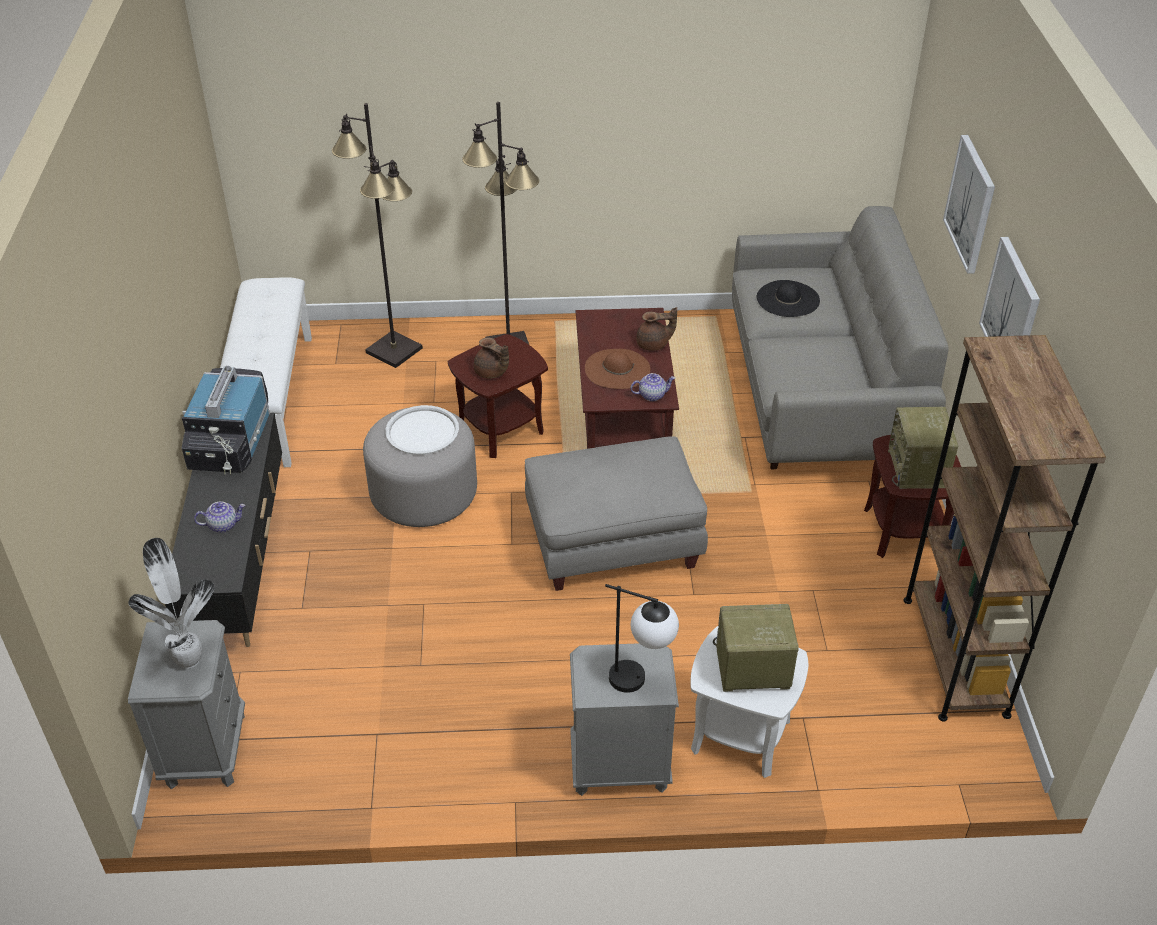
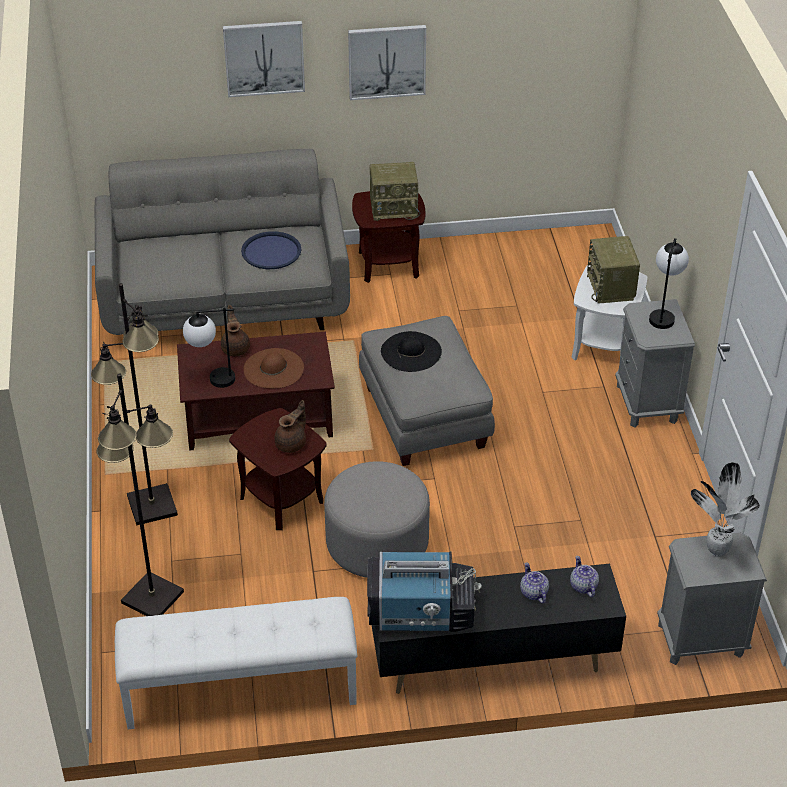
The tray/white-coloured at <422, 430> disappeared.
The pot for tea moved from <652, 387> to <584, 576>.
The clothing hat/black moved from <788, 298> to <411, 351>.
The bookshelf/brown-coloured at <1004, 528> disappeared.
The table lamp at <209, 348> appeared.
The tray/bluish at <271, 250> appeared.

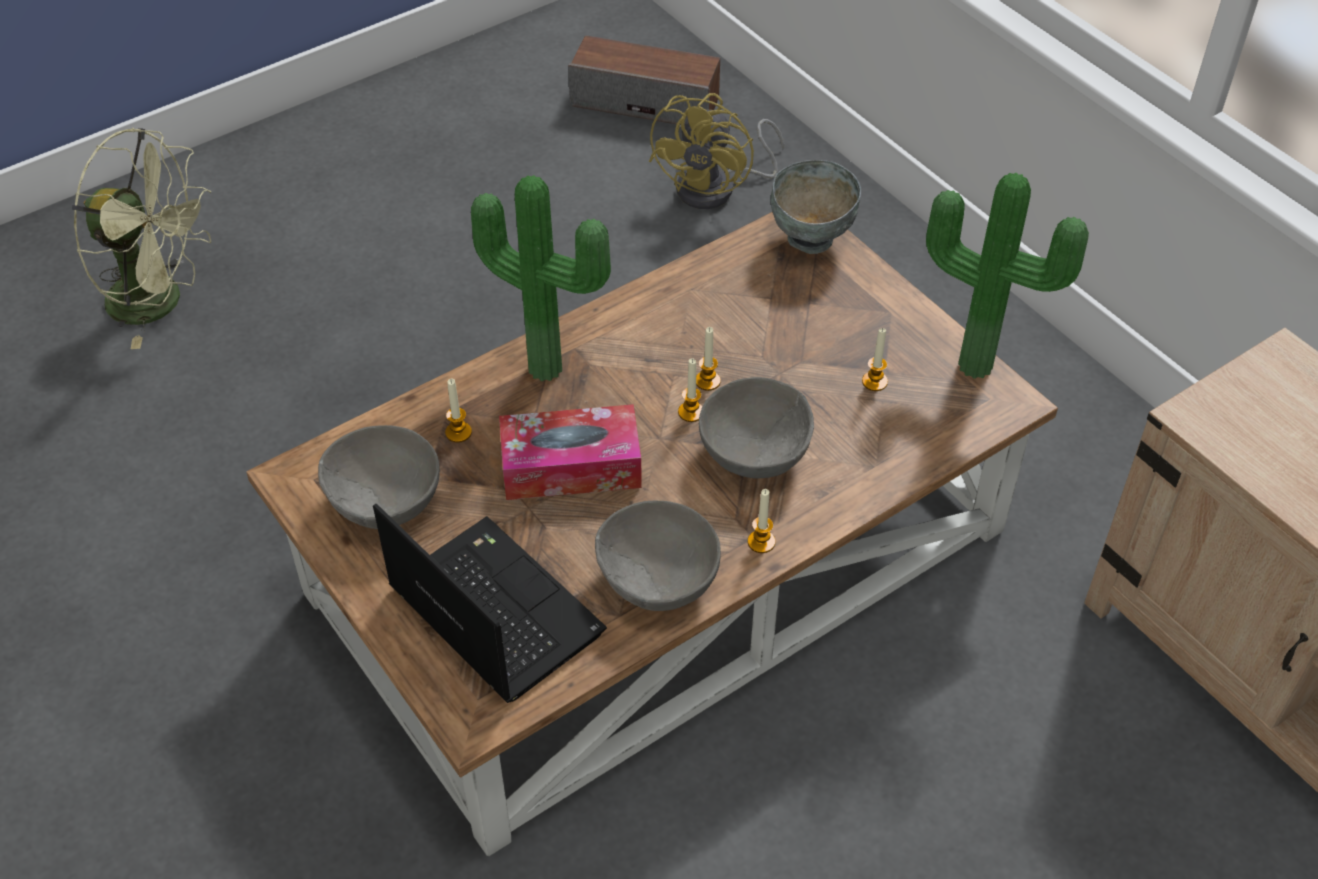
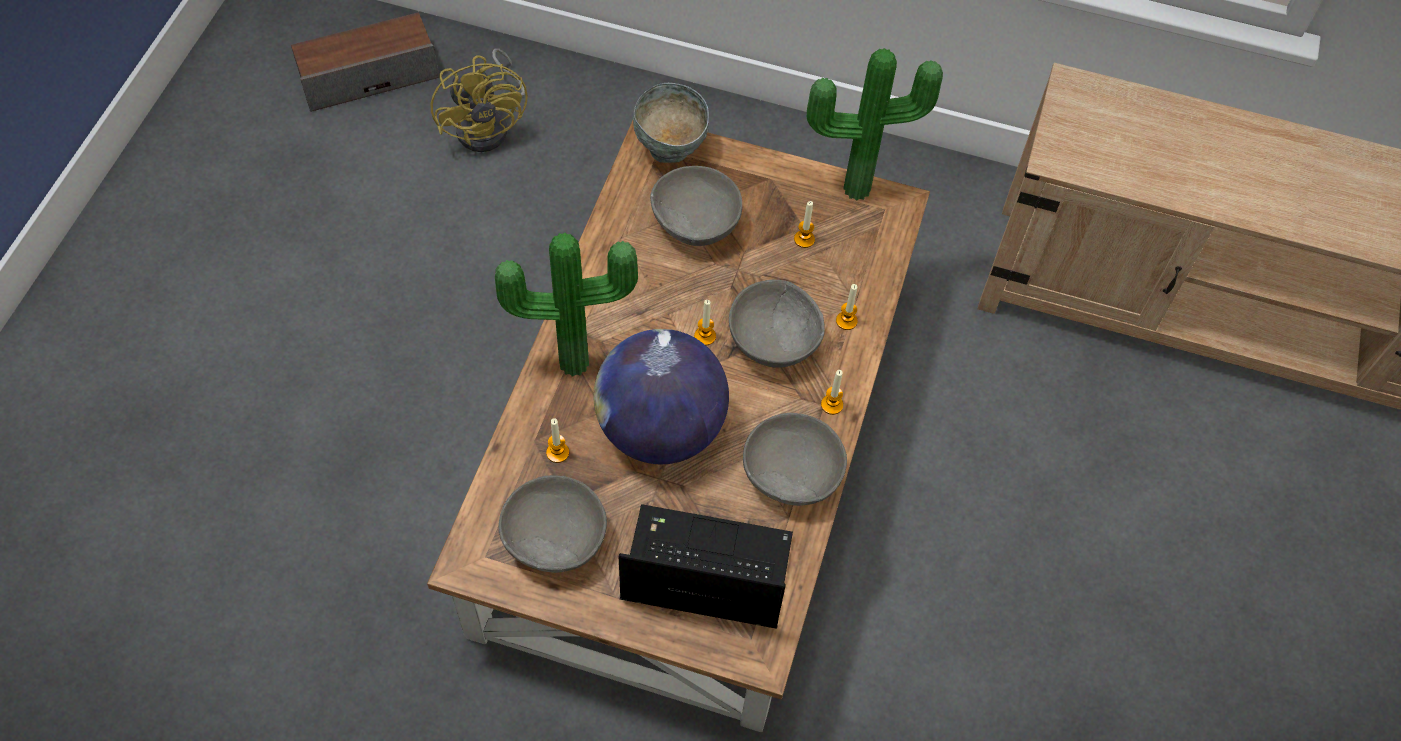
The electric fan/green-coloured at <141, 238> disappeared.
The tissue box at <570, 452> was replaced by the globe at <661, 396>.
The candle moved from <708, 359> to <847, 307>.
The serving bowl/greyish at <696, 206> appeared.

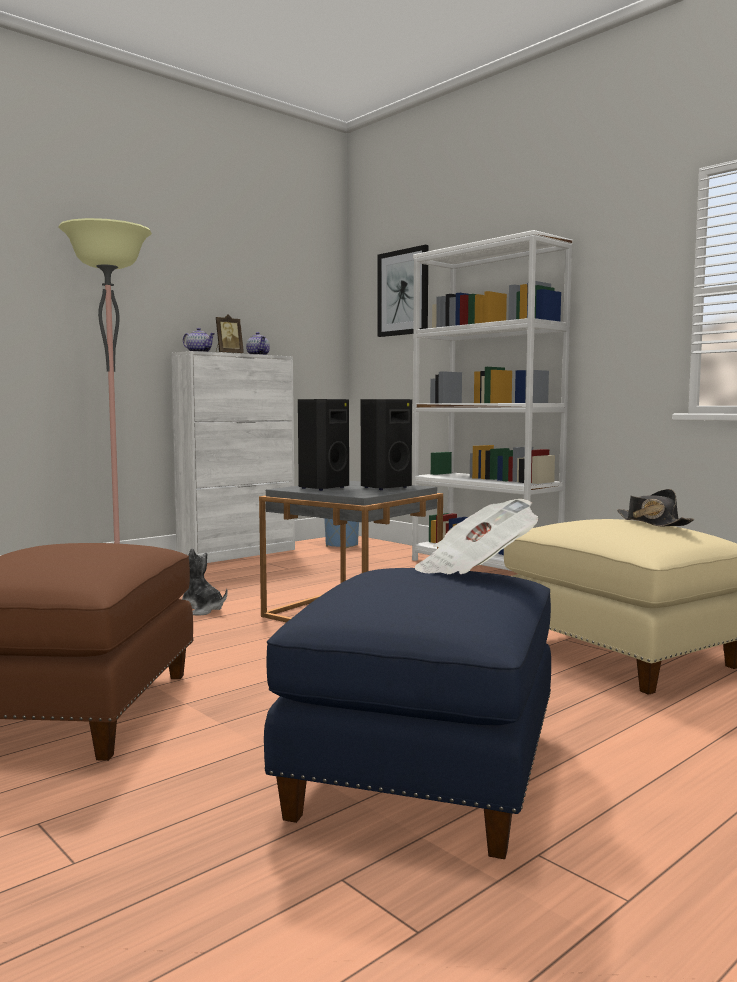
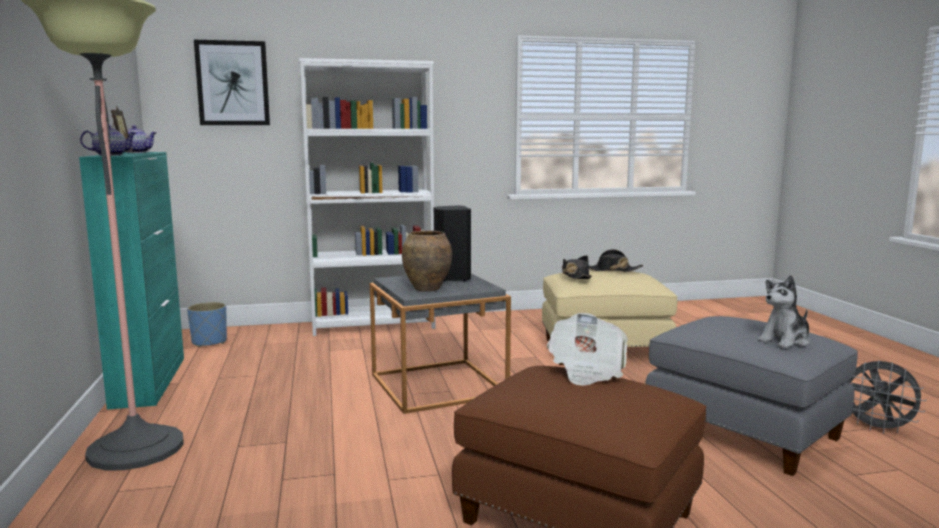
The cabinet/white-coloured at <233, 457> became the cabinet/turquoise-coloured at <131, 281>.
The plush toy moved from <205, 582> to <784, 311>.
The ottoman/bluish at <407, 713> became the ottoman/greyish at <751, 396>.
The audio speaker/black at <323, 445> was replaced by the vase/brown-coloured at <427, 261>.
The daily paper moved from <476, 536> to <587, 349>.
The clothing hat/black at <577, 267> appeared.
The electric fan/greyish at <887, 397> appeared.

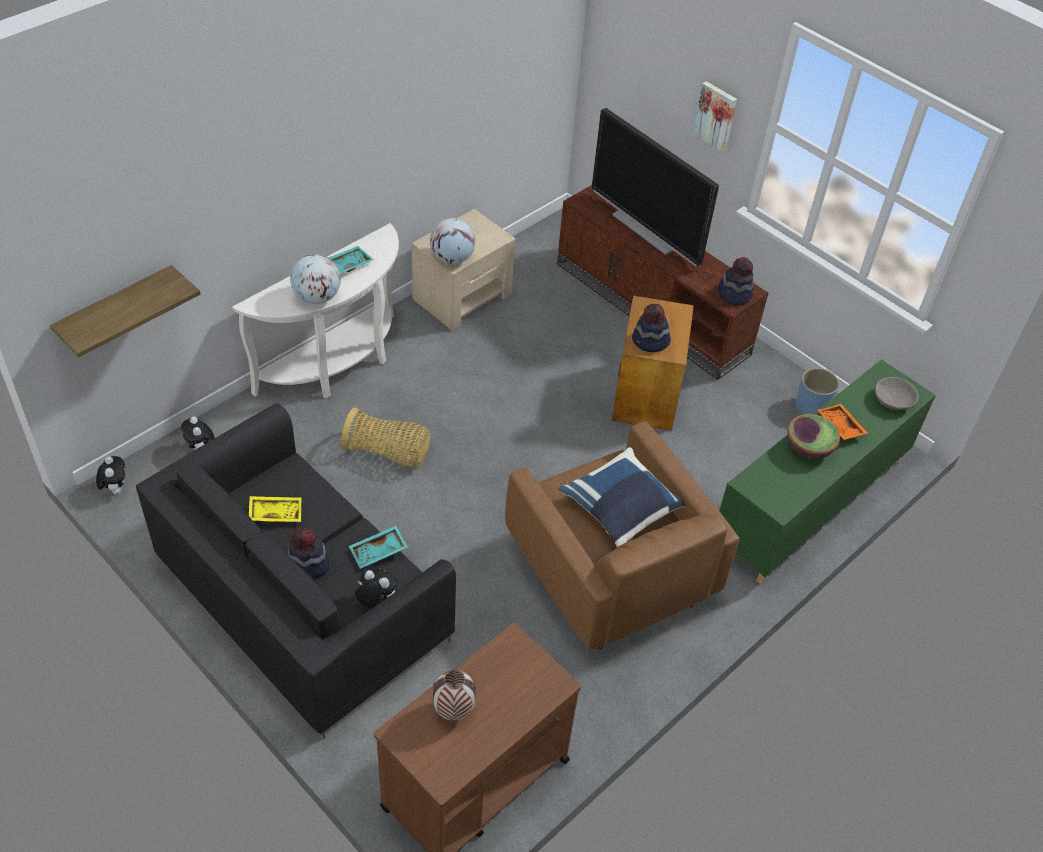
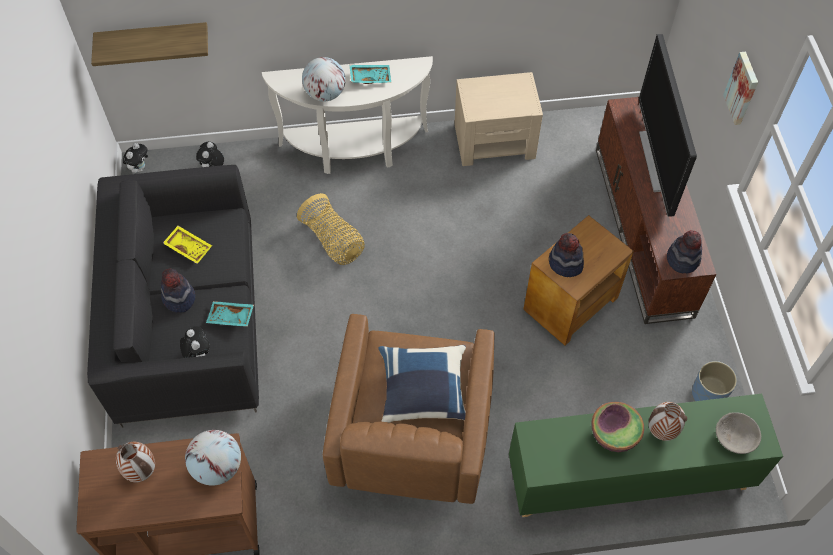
The globe moved from <452, 241> to <213, 458>.
The tray/orangey at <843, 422> was replaced by the vase at <667, 421>.

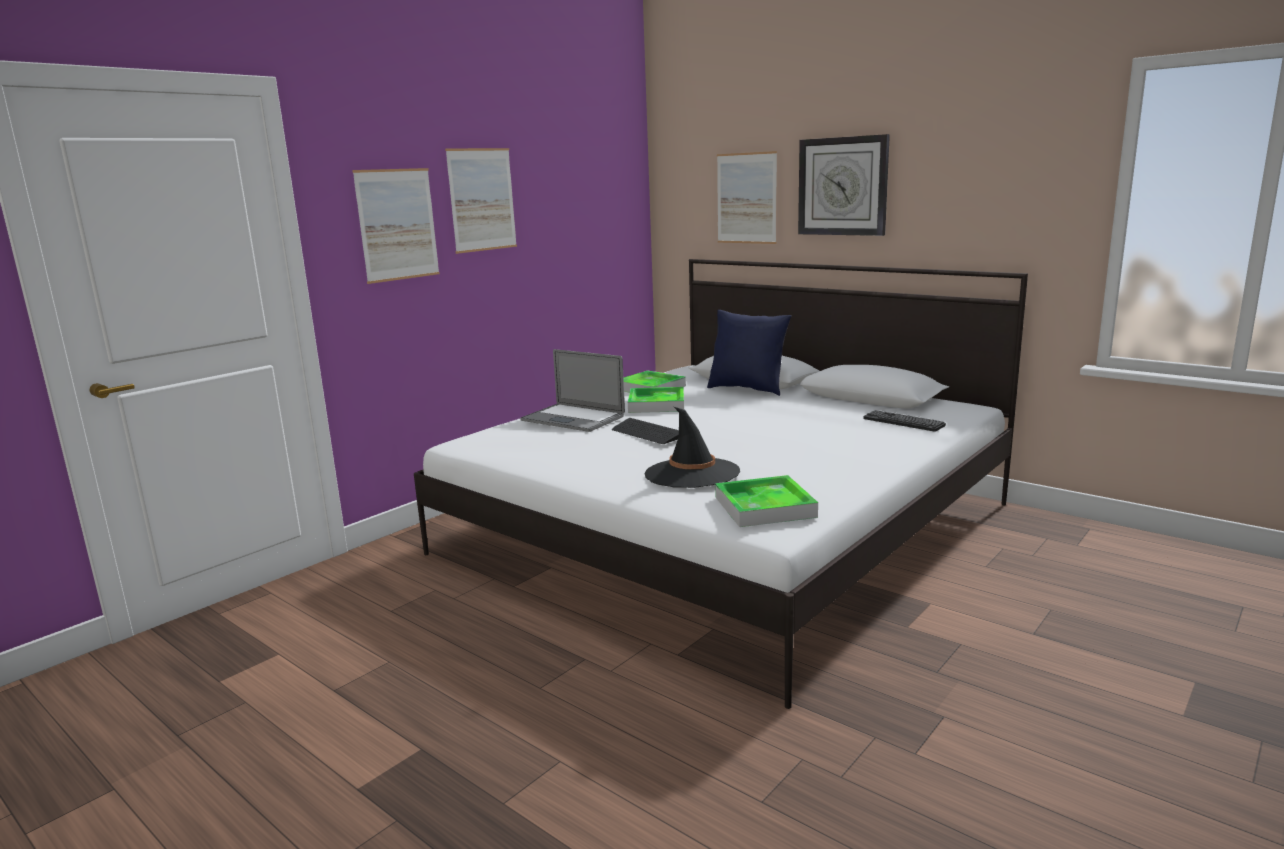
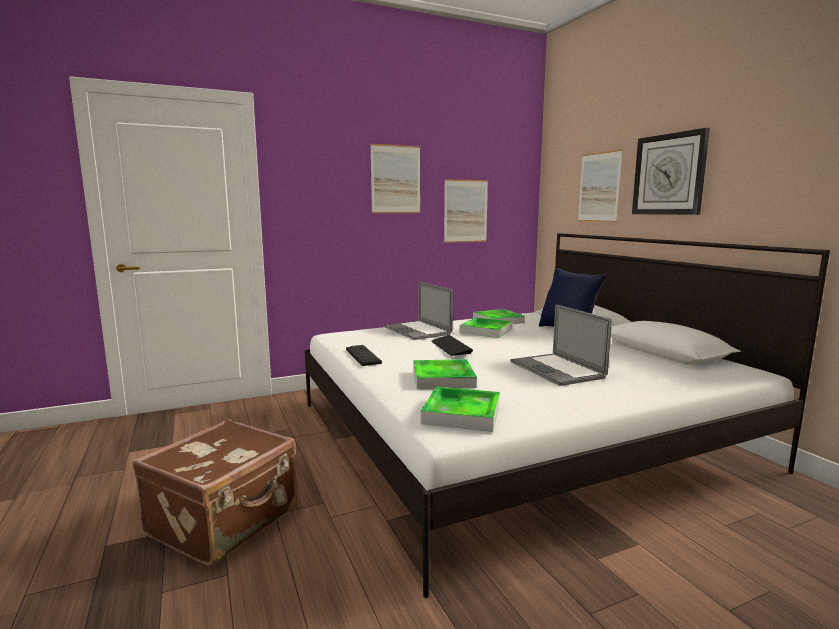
The picture moved from <396, 226> to <466, 211>.
The clothing hat/black at <692, 447> was replaced by the tray at <445, 374>.
The PC keyboard moved from <904, 421> to <364, 355>.
The travel case/brown-coloured at <215, 492> appeared.
The notebook computer at <561, 345> appeared.

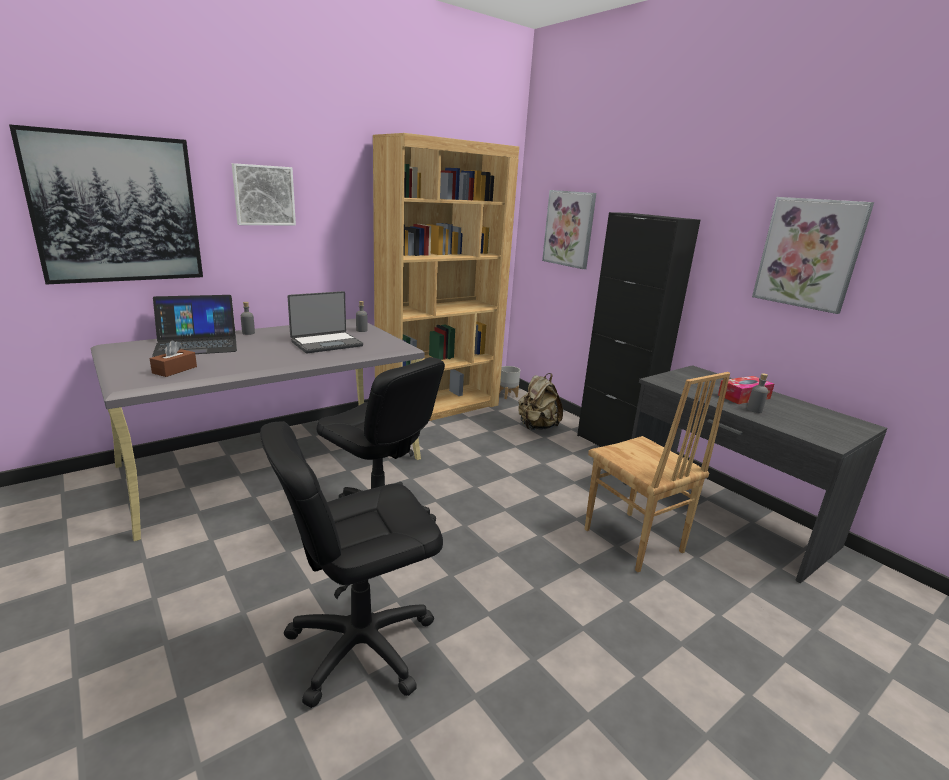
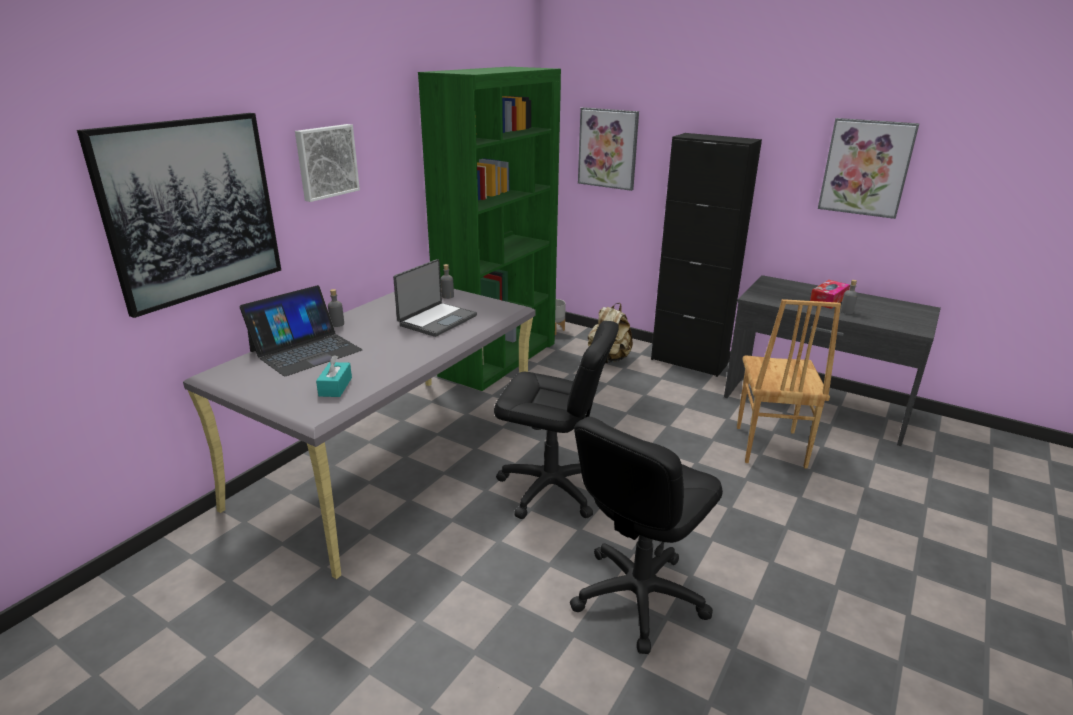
The tissue box/brown-coloured at <173, 358> became the tissue box/turquoise-coloured at <334, 376>.
The bookshelf/brown-coloured at <446, 277> became the bookshelf/green-coloured at <489, 229>.
The chair/brown-coloured at <657, 472> turned 60 degrees clockwise.

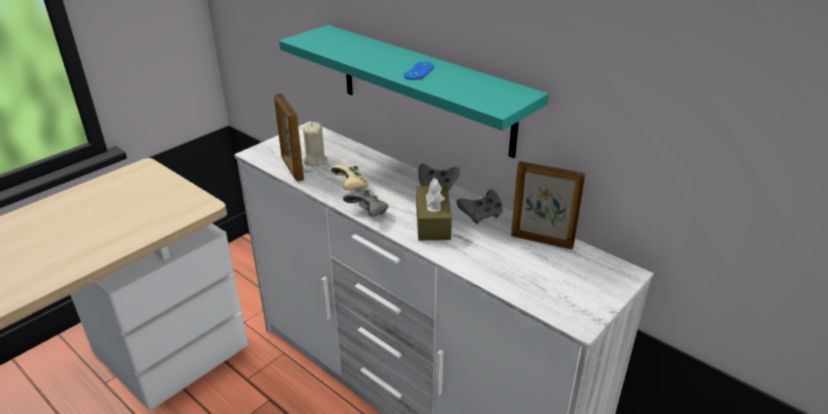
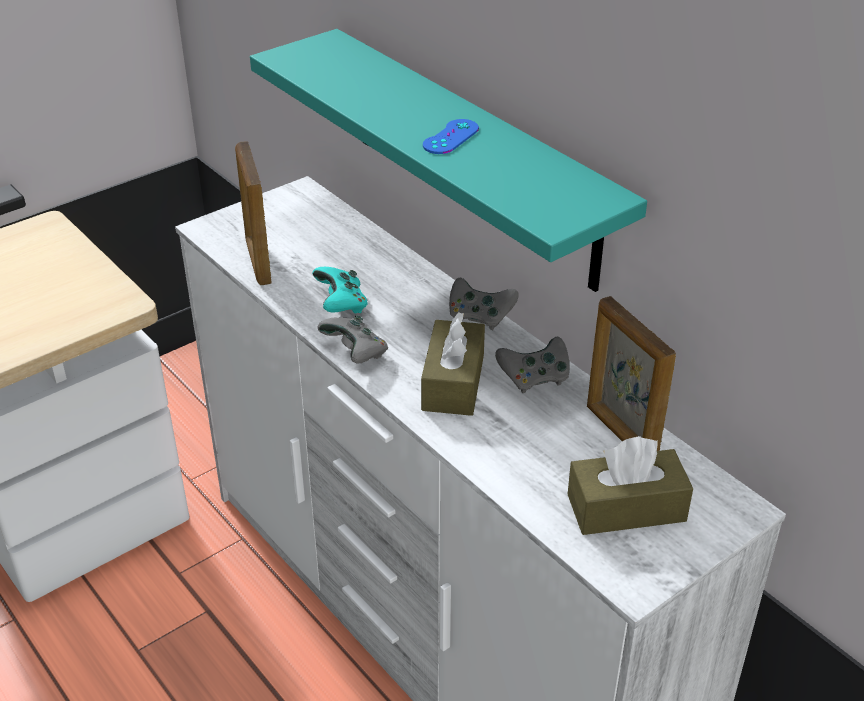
The candle/sand-coloured at <315, 144> disappeared.
The game controller/sand-coloured at <349, 178> became the game controller/turquoise-coloured at <340, 290>.
The standing frame at <548, 205> turned 150 degrees counterclockwise.
The tissue box/brown-coloured at <630, 485> appeared.

